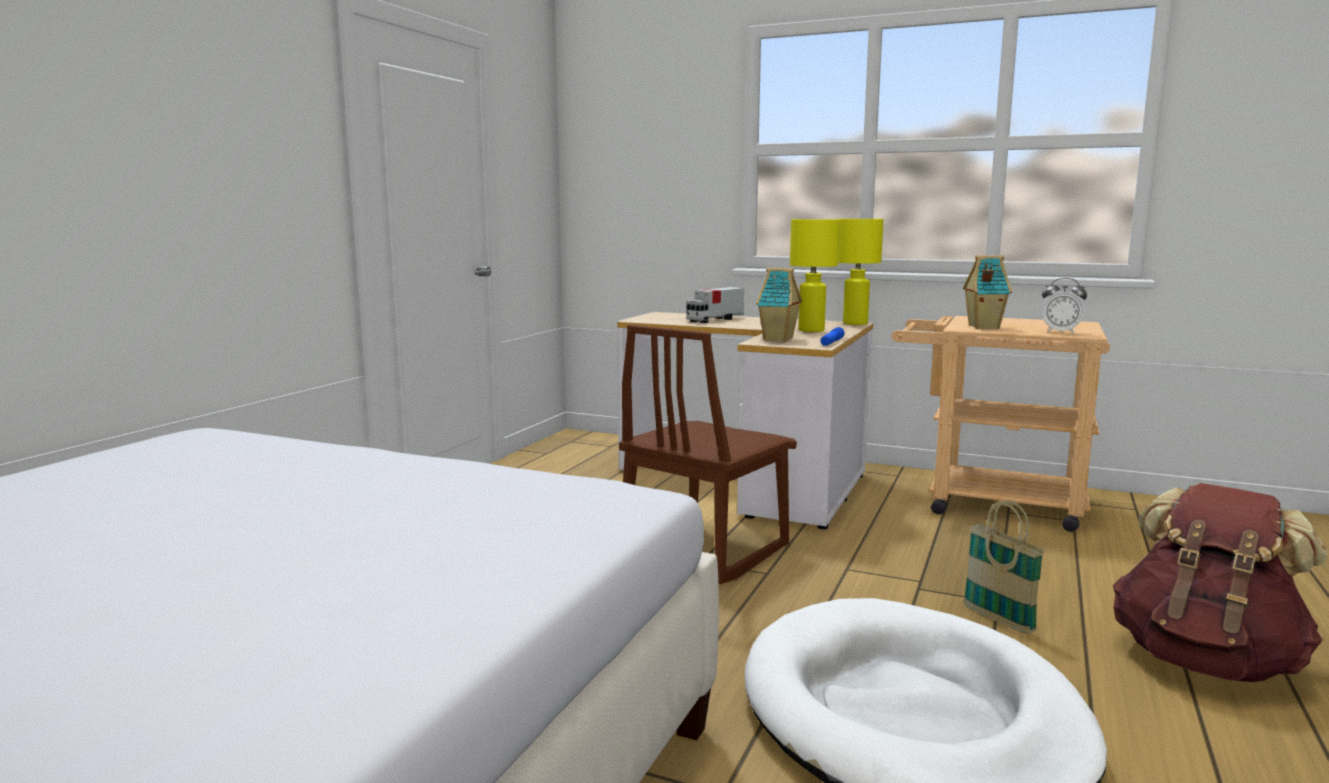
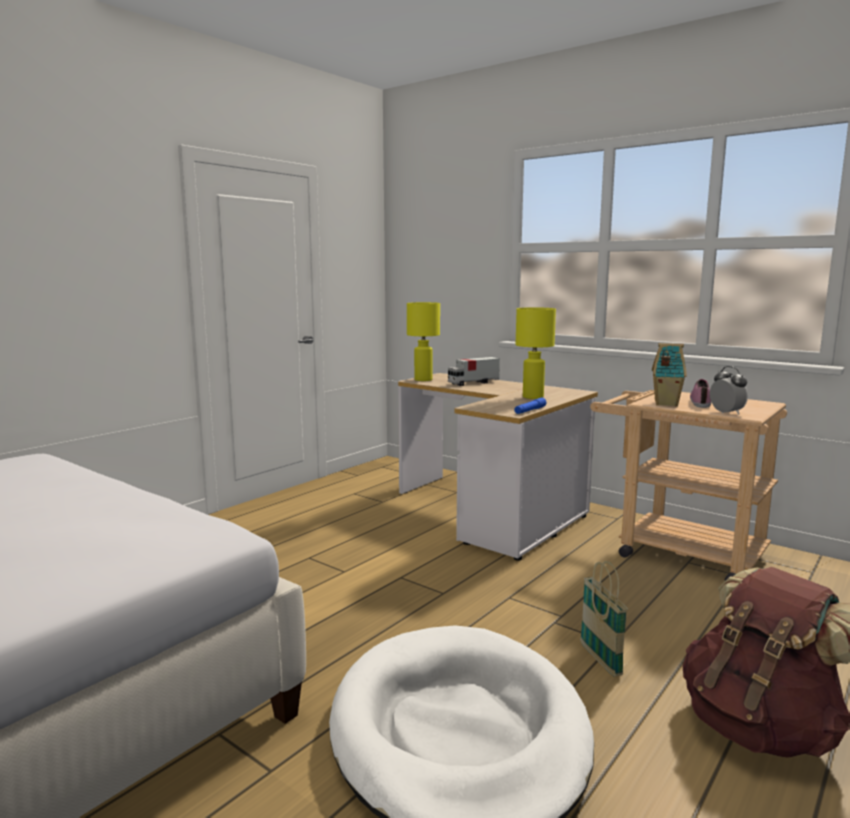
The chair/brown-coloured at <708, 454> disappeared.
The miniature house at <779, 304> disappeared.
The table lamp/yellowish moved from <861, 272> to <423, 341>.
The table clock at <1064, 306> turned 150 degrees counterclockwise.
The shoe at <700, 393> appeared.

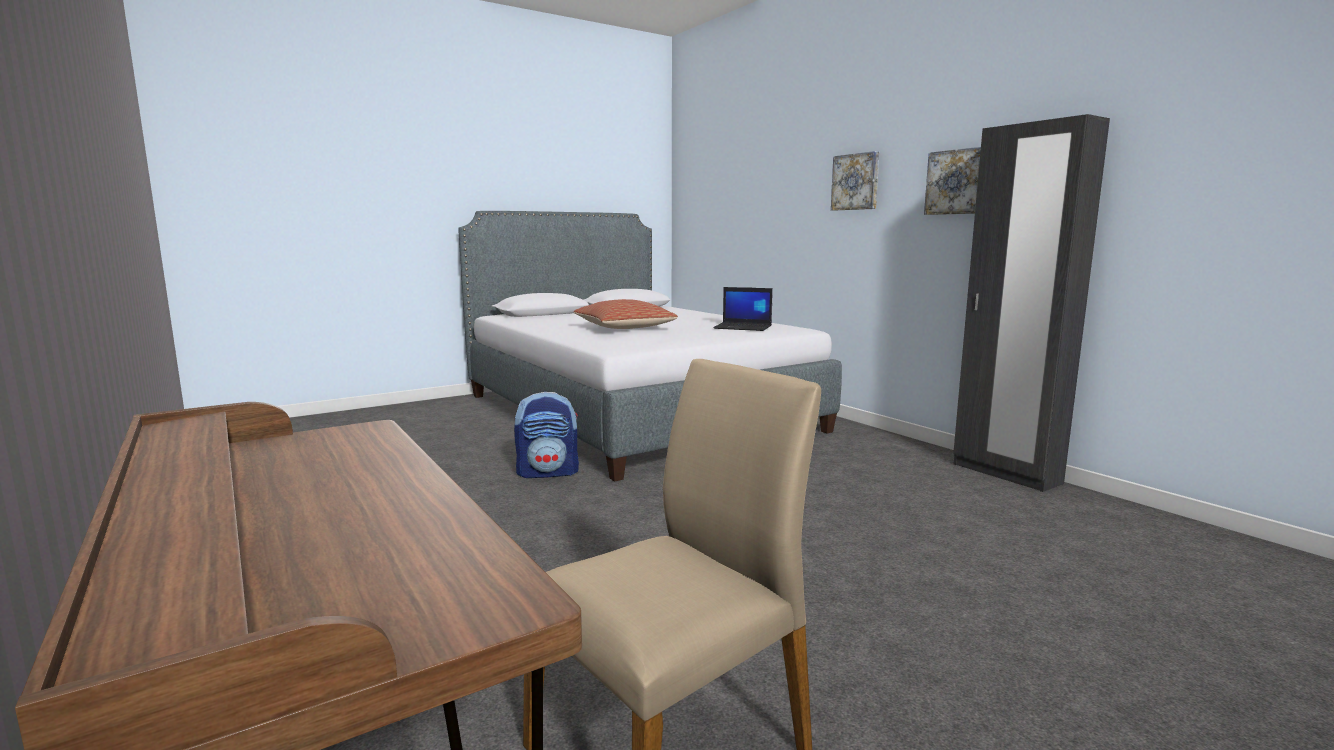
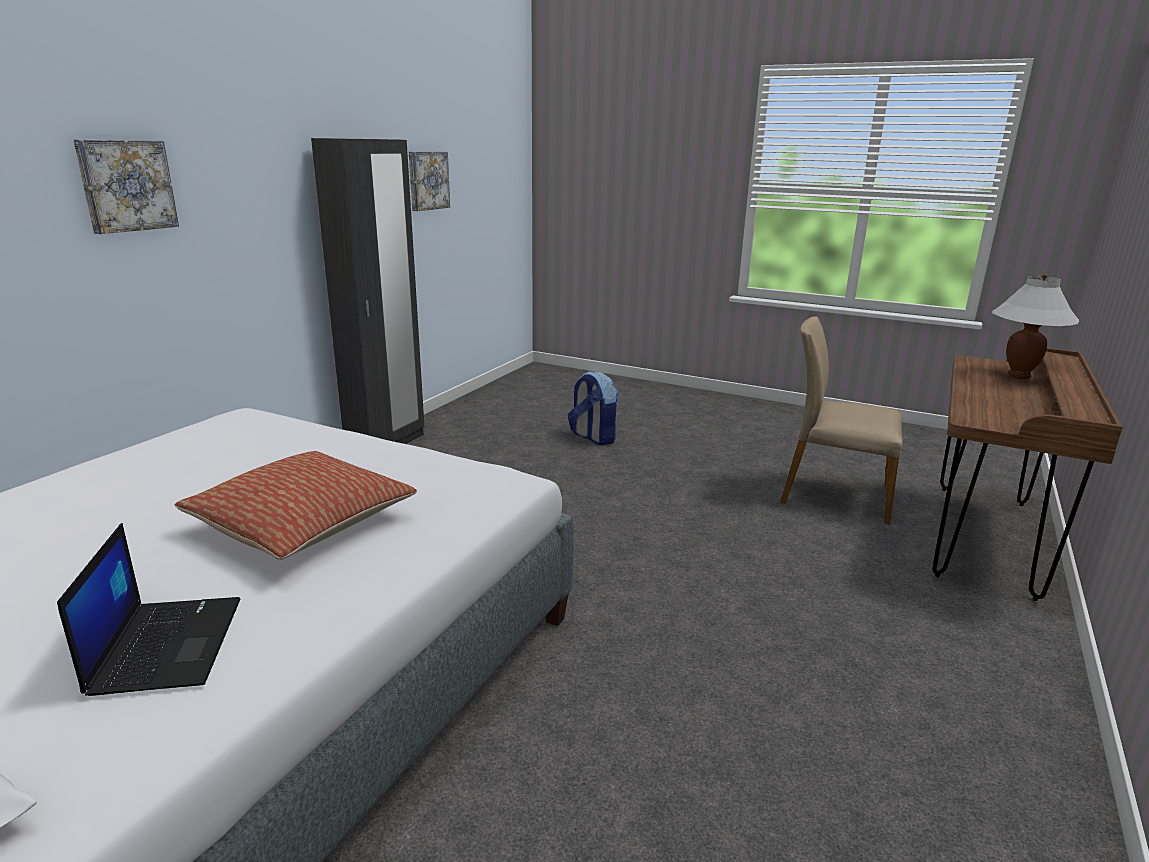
The knapsack moved from <546, 435> to <593, 408>.
The notebook computer moved from <743, 309> to <148, 609>.
The picture moved from <952, 181> to <429, 181>.
The table lamp/white-coloured at <1035, 326> appeared.

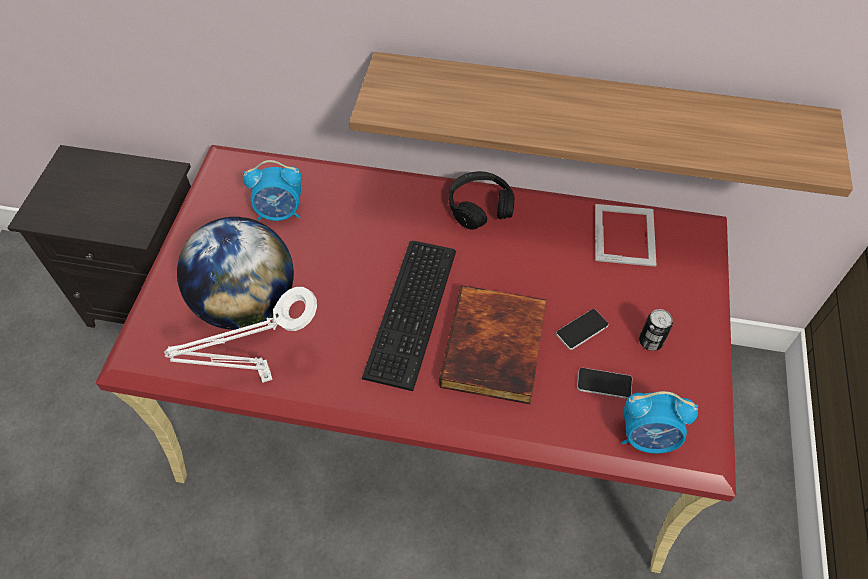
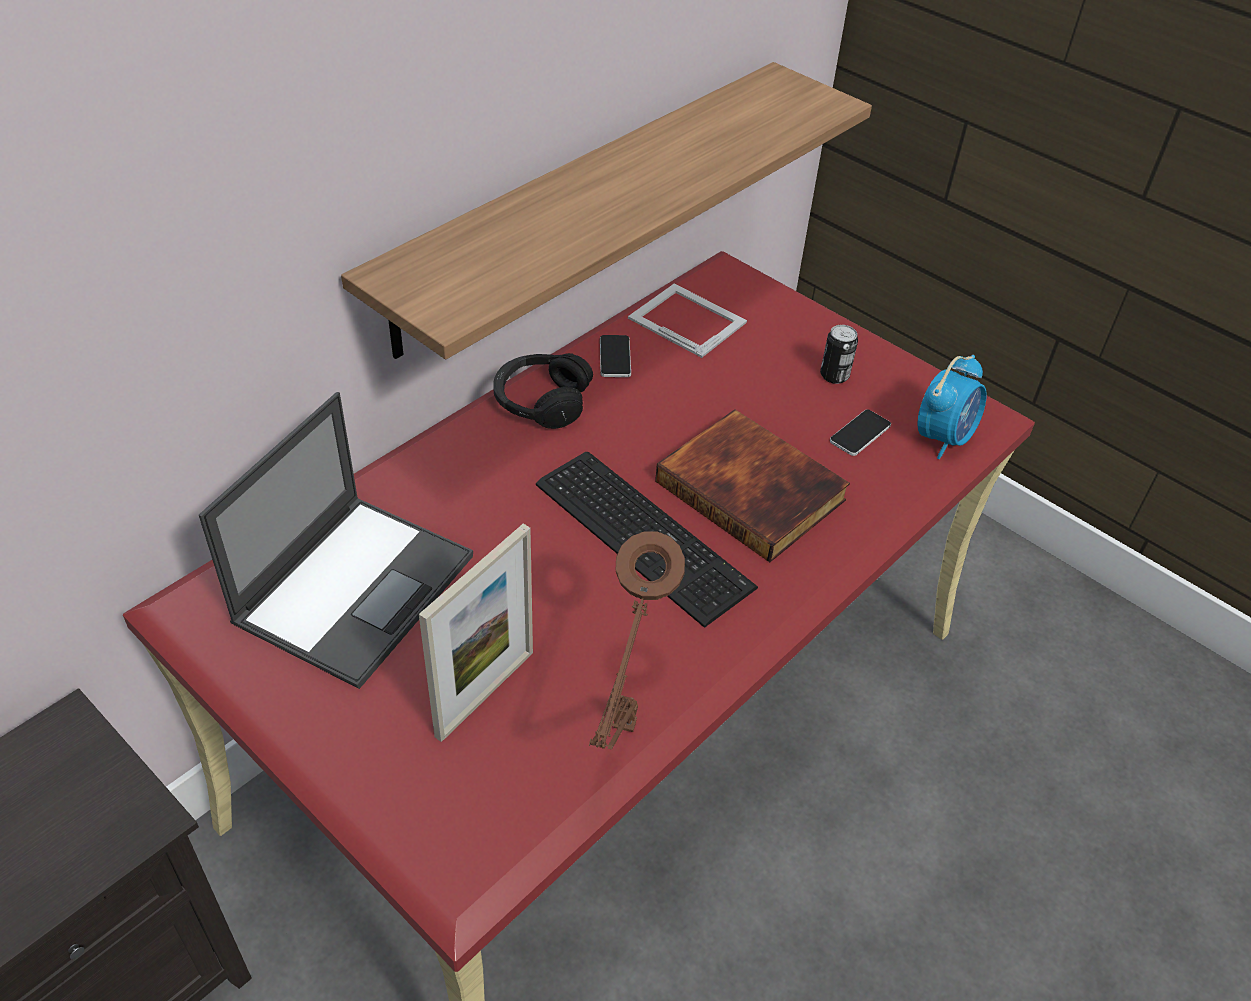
The table lamp/white-coloured at <240, 335> became the table lamp/brown-coloured at <637, 640>.
The globe at <235, 273> was replaced by the standing frame at <476, 633>.
The table clock at <273, 190> was replaced by the notebook computer at <336, 540>.
The handset moved from <582, 329> to <615, 356>.

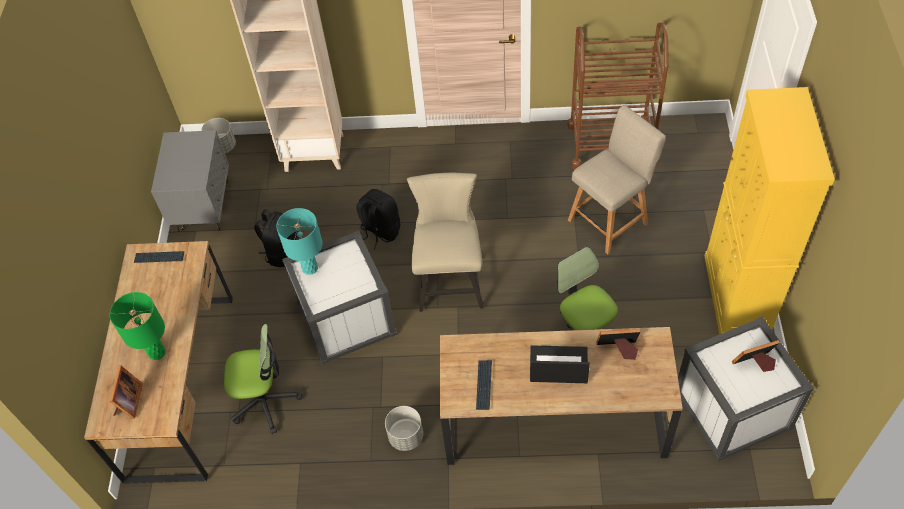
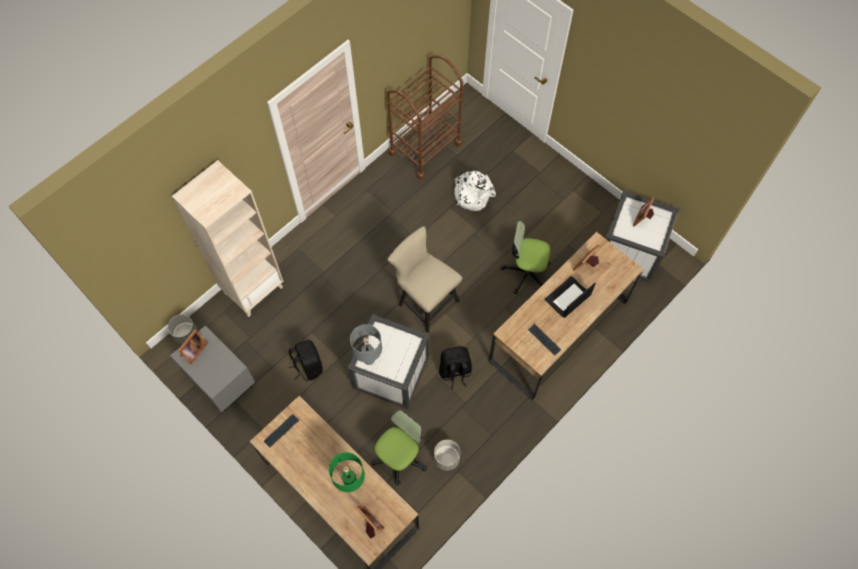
The table lamp/turquoise-coloured at <299, 241> became the table lamp/greyish at <366, 344>.
The knapsack/black moved from <378, 219> to <455, 368>.
The flower pot/greyish moved from <404, 428> to <447, 455>.
The chair/sand-coloured at <617, 180> was replaced by the knapsack/white-coloured at <475, 190>.
The cabinet/yellowish at <770, 211> disappeared.
The standing frame at <193, 346> appeared.

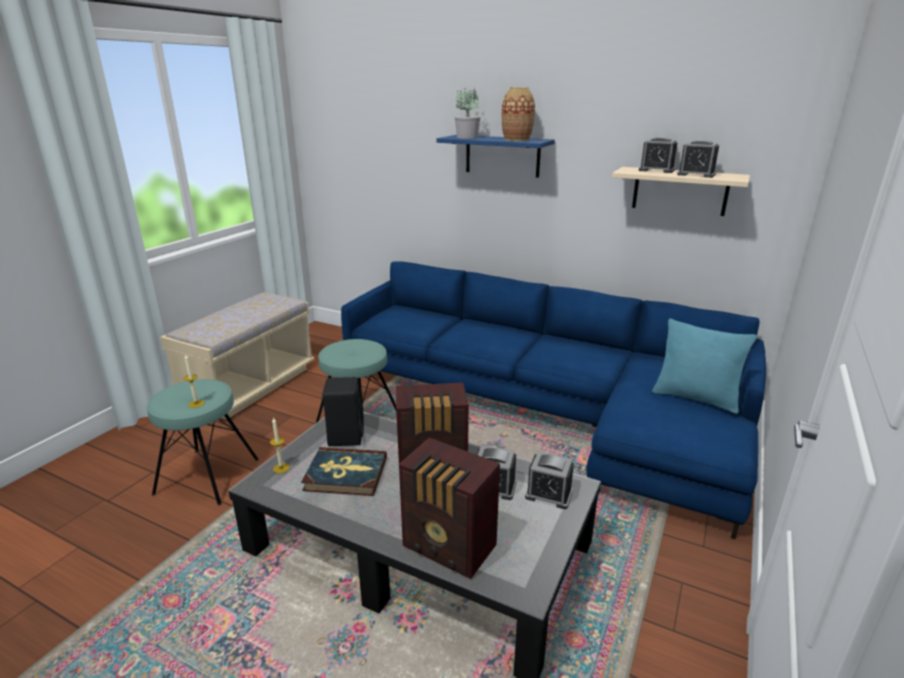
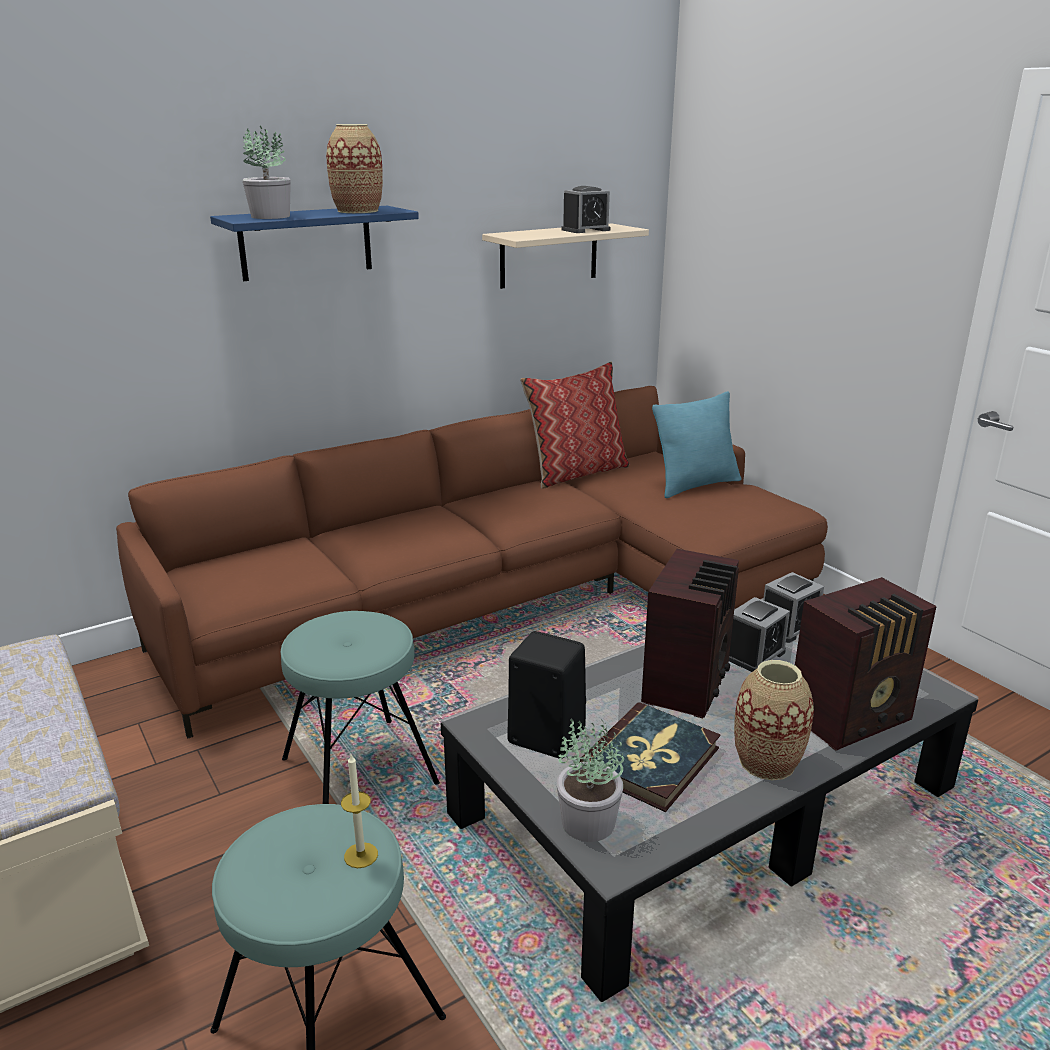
The candle at <280, 445> was replaced by the houseplant at <590, 780>.
The settee/bluish at <553, 400> became the settee/brown-coloured at <472, 562>.
The table clock at <658, 155> disappeared.
The throw pillow at <574, 425> appeared.
The vase at <774, 720> appeared.

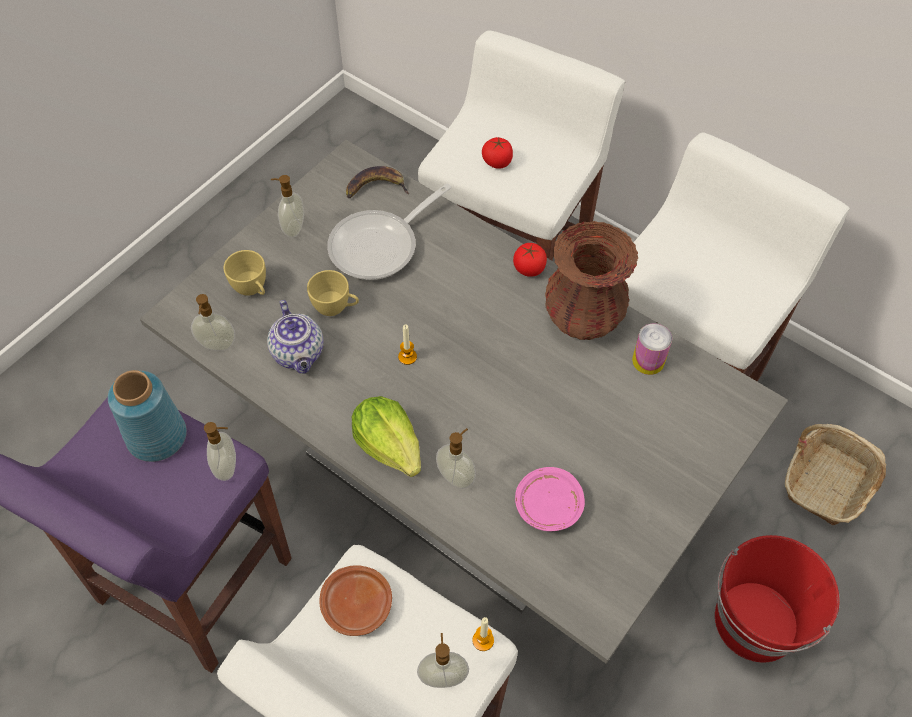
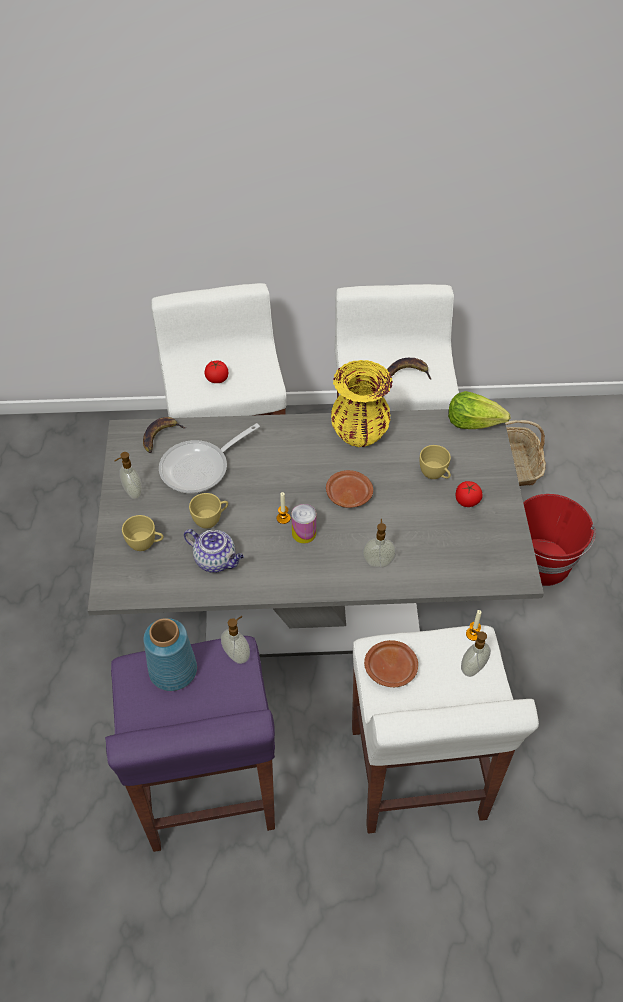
The liquid soap bottle at <213, 322> disappeared.
The pan at <389, 231> turned 45 degrees clockwise.
The head of lettuce moved from <386, 436> to <479, 410>.
The tomato moved from <530, 260> to <469, 494>.
The flat dish/pink at <550, 499> disappeared.
The vase/brown-coloured at <591, 280> became the vase/yellowish at <362, 403>.
The can moved from <652, 349> to <303, 524>.
The flat dish/brown-coloured at <349, 489> appeared.
The whole banana at <409, 368> appeared.
The small cup/yellowish at <435, 462> appeared.

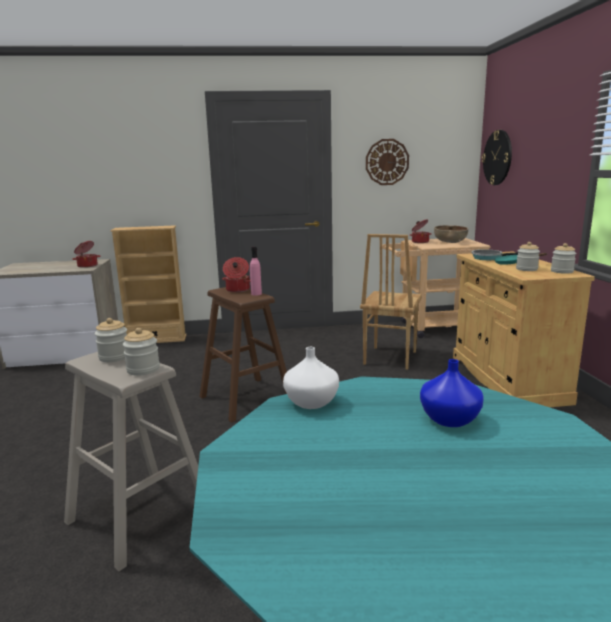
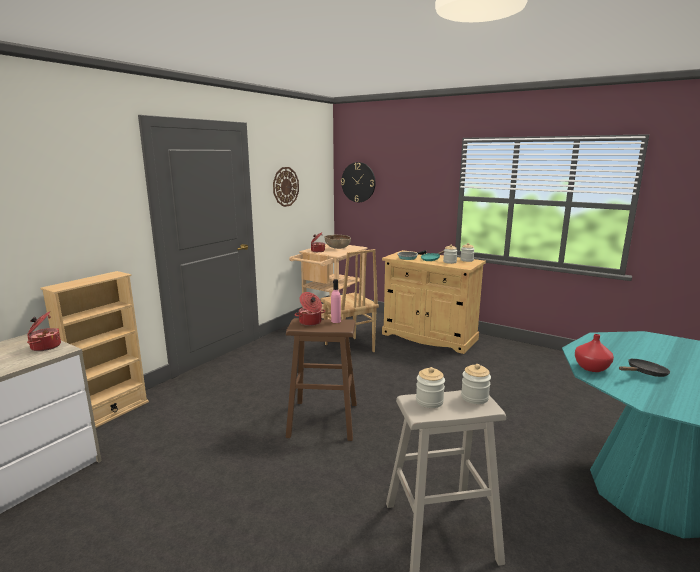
The vase/white-coloured at <311, 378> became the vase/red at <594, 353>.
The vase/bluish at <452, 393> disappeared.
The pan/black at <644, 367> appeared.

